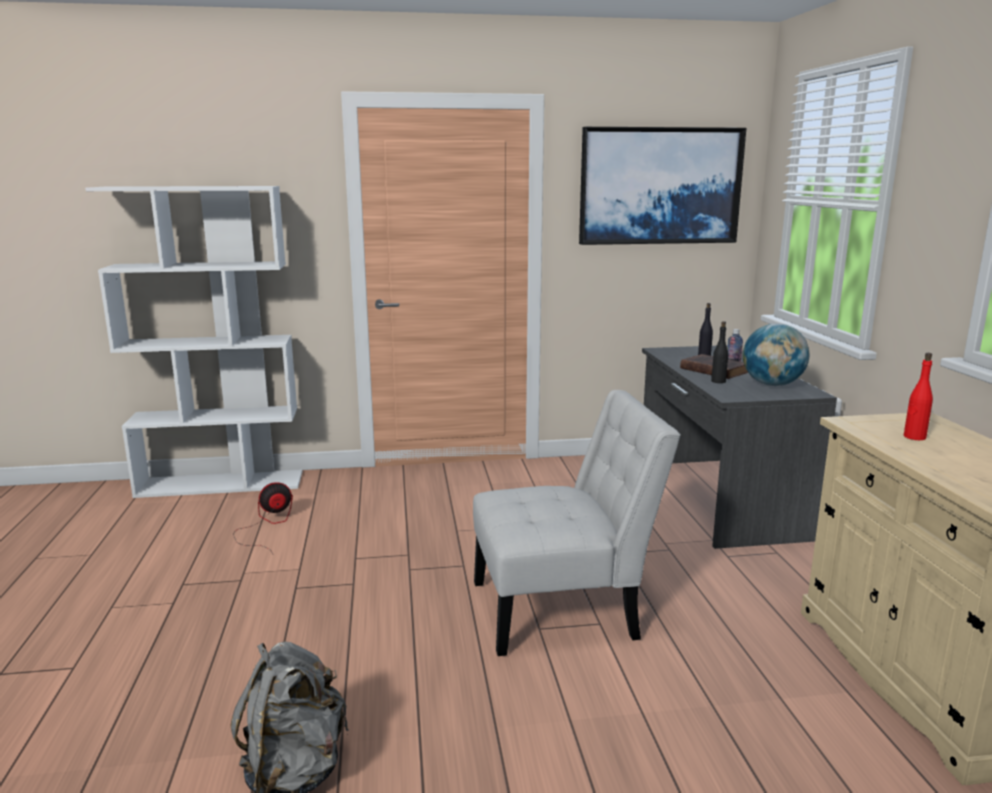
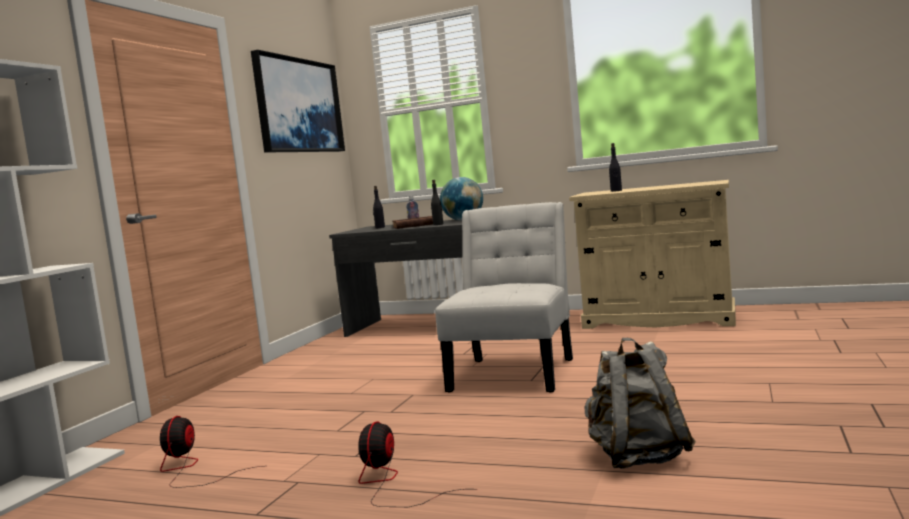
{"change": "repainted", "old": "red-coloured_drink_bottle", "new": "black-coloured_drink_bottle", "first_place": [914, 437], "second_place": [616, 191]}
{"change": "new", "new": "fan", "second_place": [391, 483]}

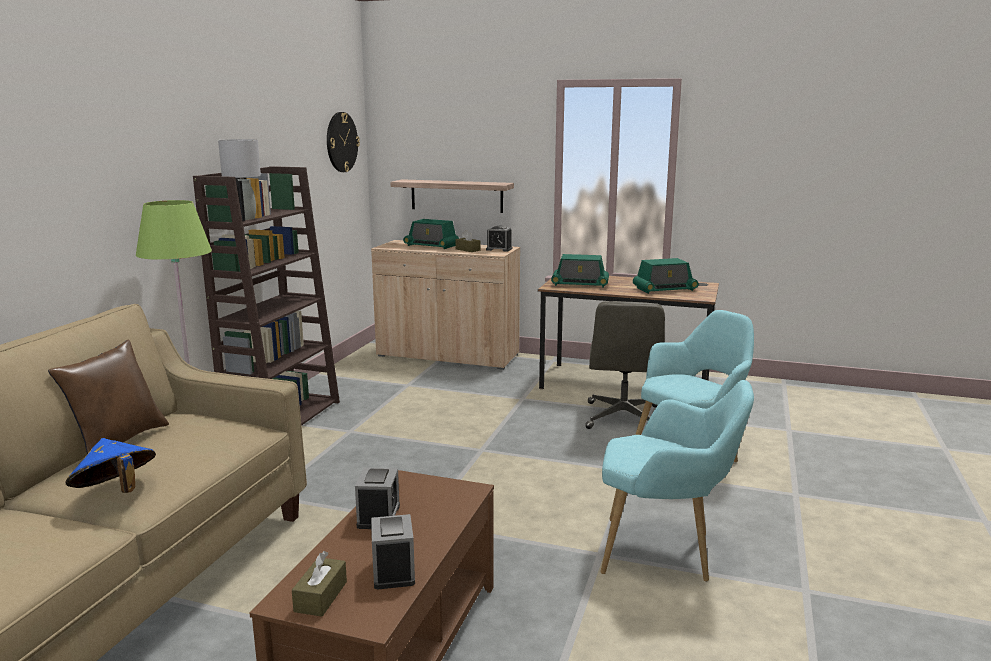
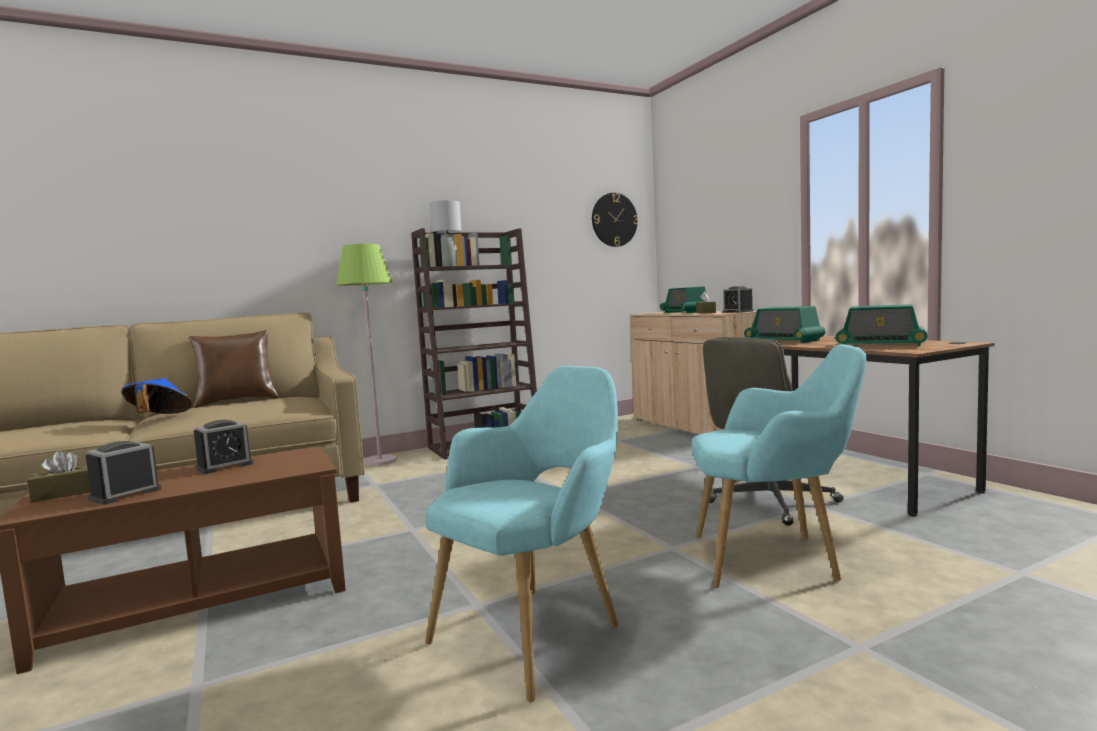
{"change": "gone", "old": "bracket_shelf", "first_place": [456, 196]}
{"change": "rotated", "old": "blue-green_lounge_chair", "first_place": [665, 552], "second_place": [537, 632], "degrees": -105}

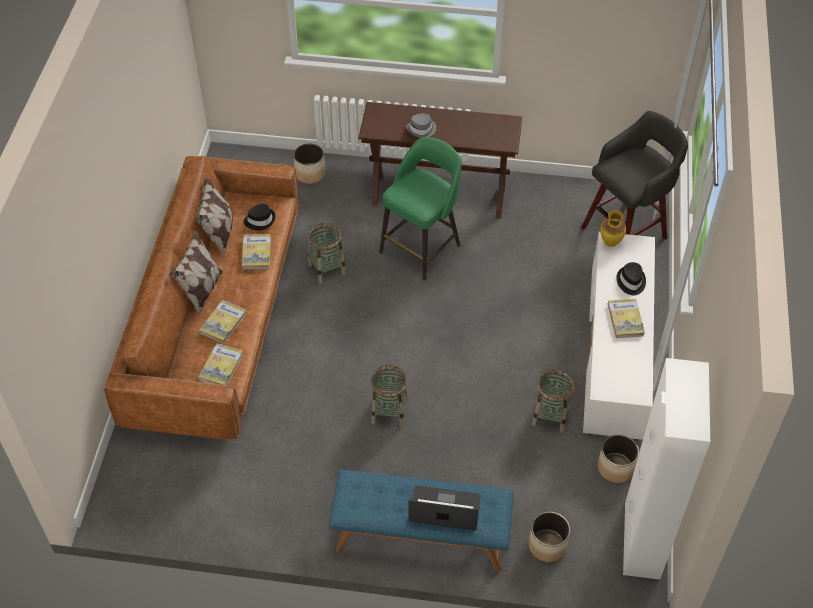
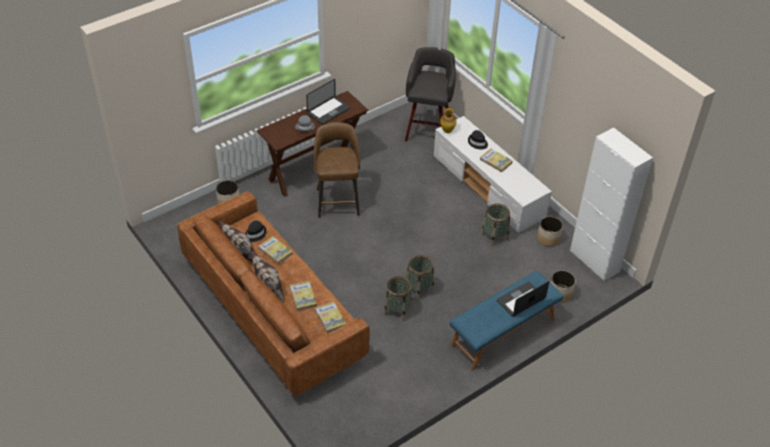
{"change": "shifted", "old": "storage_basket", "first_place": [327, 269], "second_place": [397, 310]}
{"change": "repainted", "old": "green_stool", "new": "brown-coloured_stool", "first_place": [422, 247], "second_place": [337, 201]}
{"change": "new", "new": "notebook_computer", "second_place": [328, 111]}

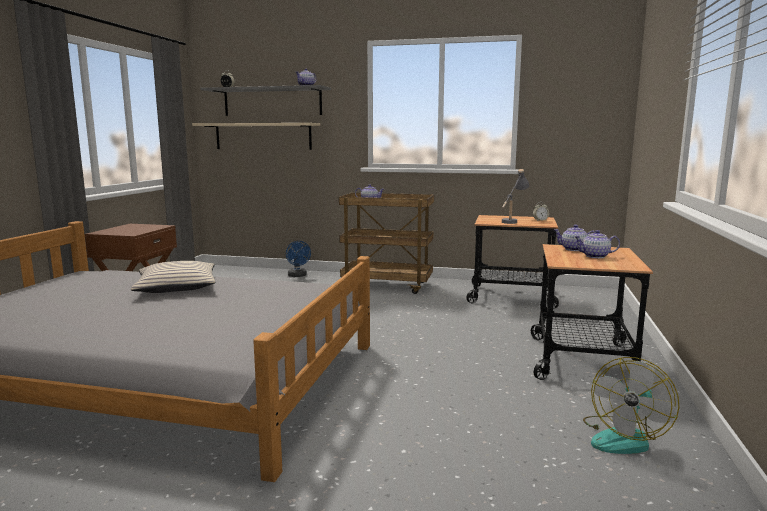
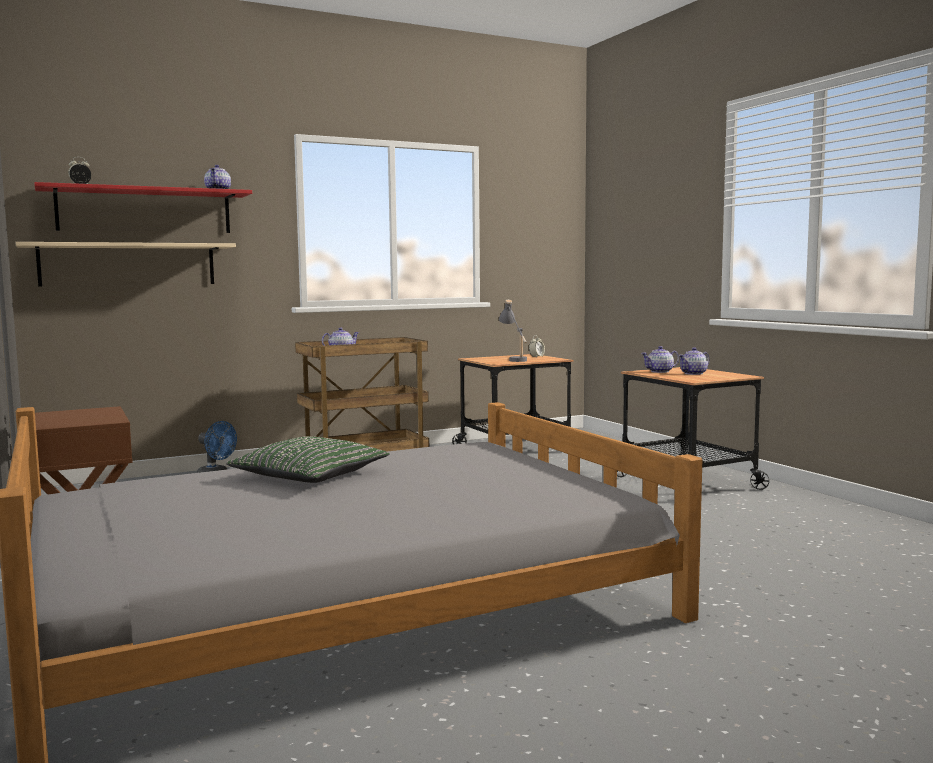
{"change": "repainted", "old": "sand-coloured_cushion", "new": "green_cushion", "first_place": [176, 287], "second_place": [310, 475]}
{"change": "repainted", "old": "gray_bracket_shelf", "new": "red-coloured_bracket_shelf", "first_place": [272, 102], "second_place": [145, 211]}
{"change": "gone", "old": "fan", "first_place": [624, 437]}

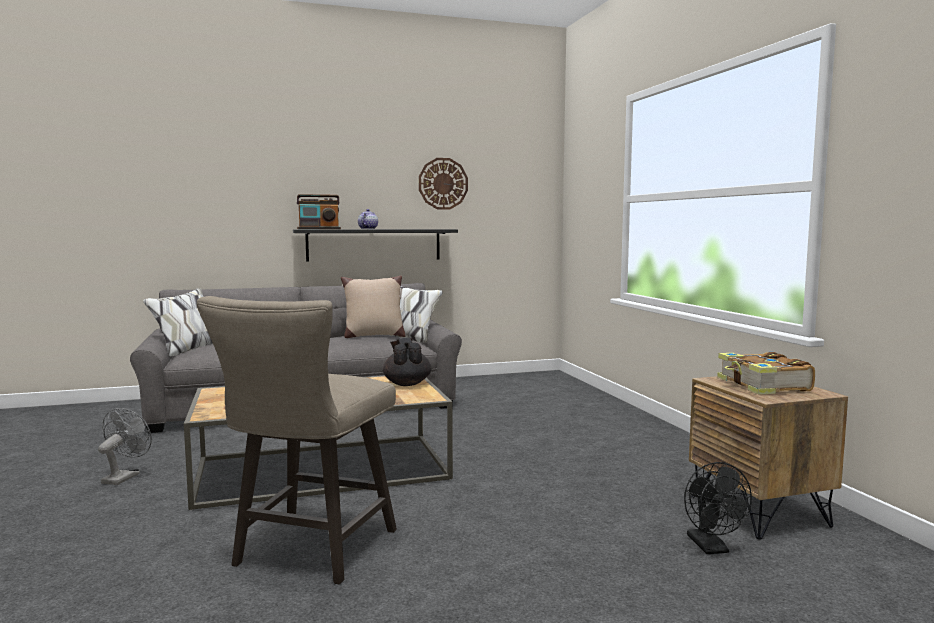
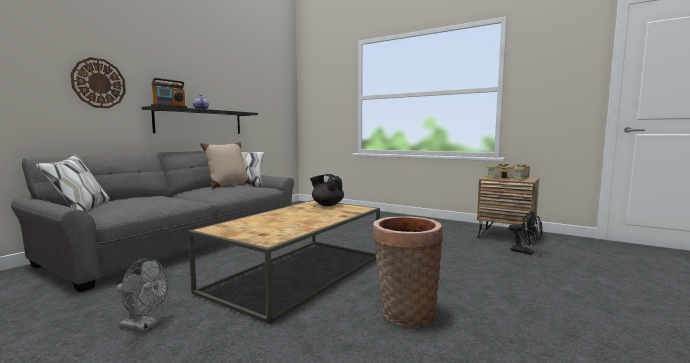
{"change": "rotated", "old": "gray_fan", "first_place": [124, 477], "second_place": [144, 326], "degrees": 135}
{"change": "swapped", "old": "sand-coloured_stool", "new": "storage_basket", "first_place": [309, 552], "second_place": [405, 314]}
{"change": "shifted", "old": "hanging_clock", "first_place": [443, 183], "second_place": [99, 83]}

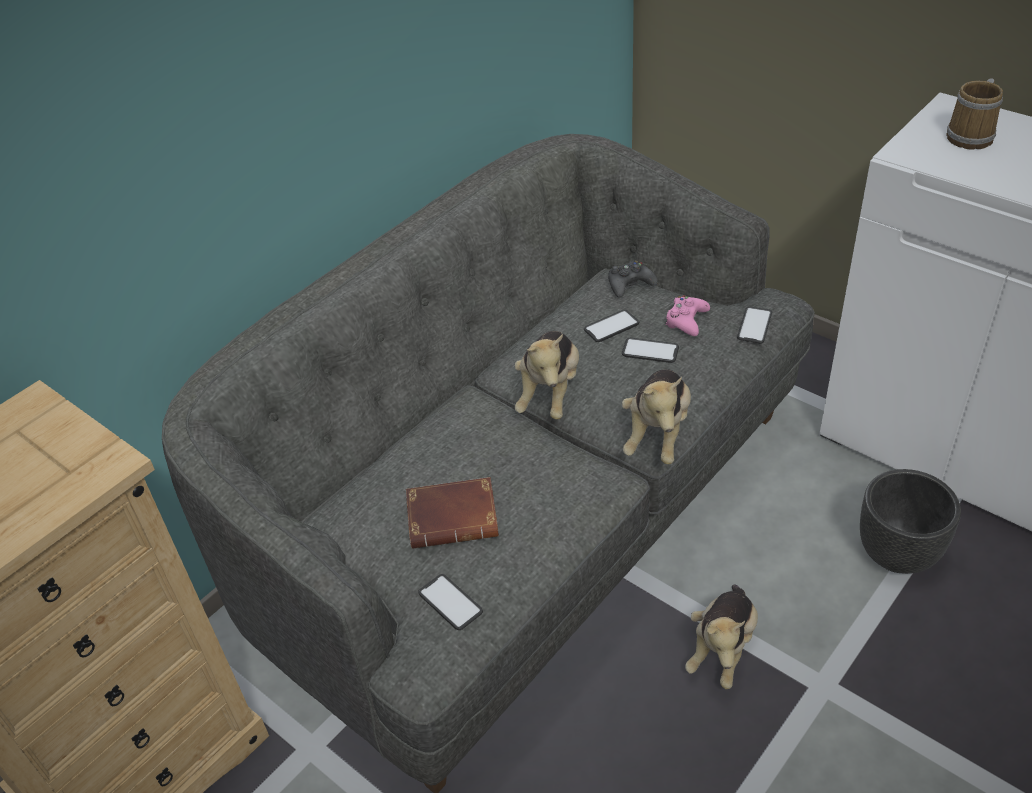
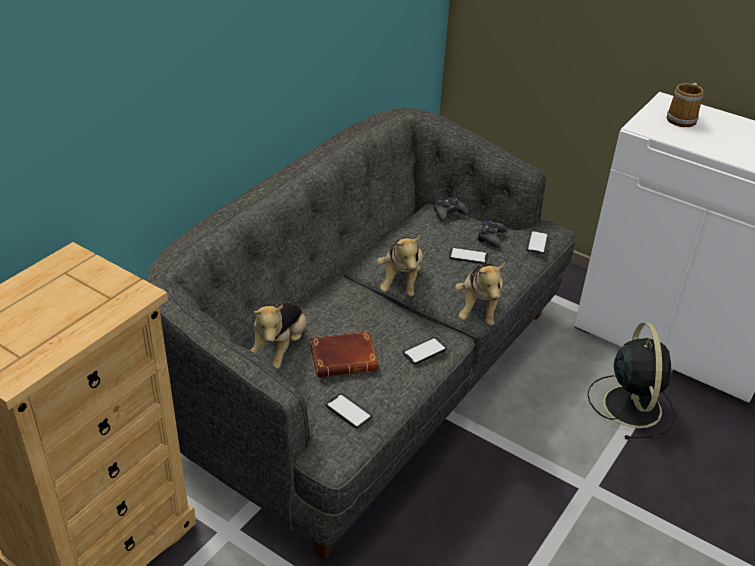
{"change": "shifted", "old": "handset", "first_place": [611, 327], "second_place": [424, 351]}
{"change": "repainted", "old": "pink_joypad", "new": "black-coloured_joypad", "first_place": [686, 321], "second_place": [491, 238]}
{"change": "shifted", "old": "soft_toy", "first_place": [722, 648], "second_place": [280, 348]}
{"change": "swapped", "old": "black-coloured_flower_pot", "new": "black-coloured_fan", "first_place": [896, 555], "second_place": [631, 404]}

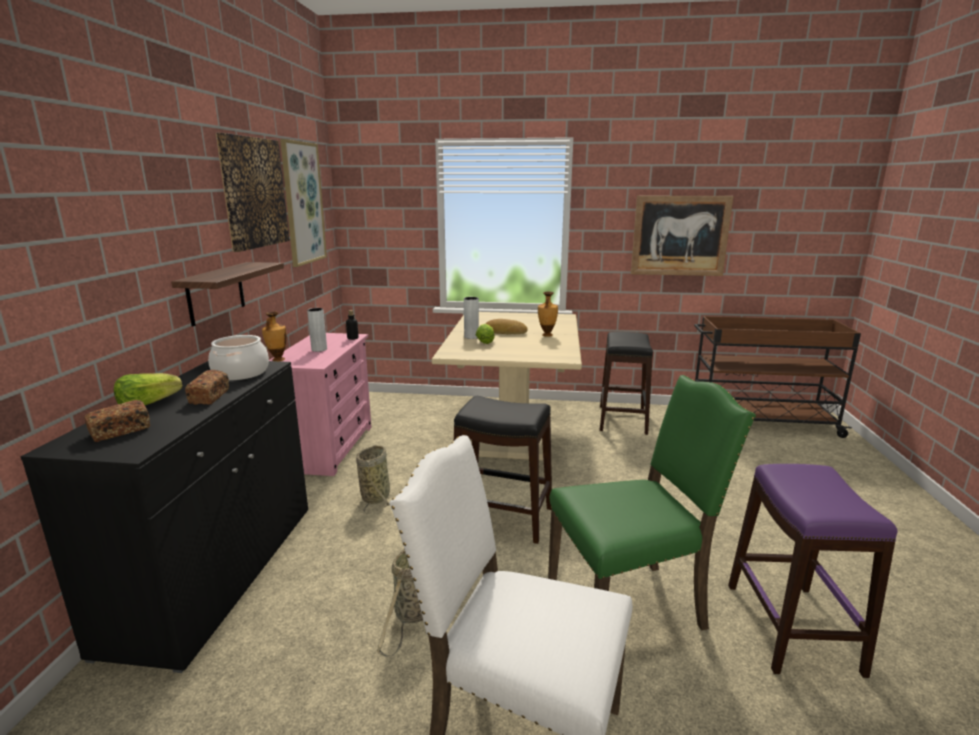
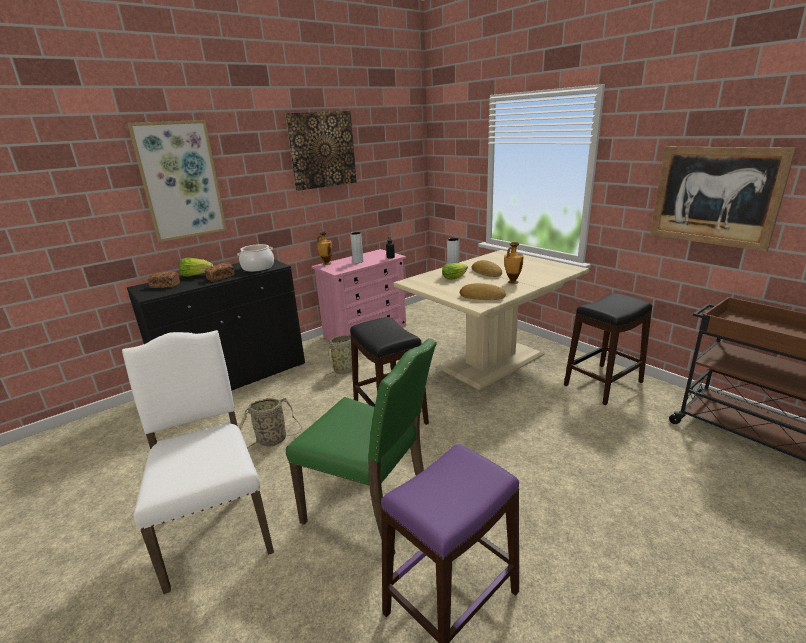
{"change": "gone", "old": "bracket_shelf", "first_place": [216, 293]}
{"change": "shifted", "old": "wall_picture", "first_place": [303, 203], "second_place": [180, 181]}
{"change": "new", "new": "bread", "second_place": [482, 296]}

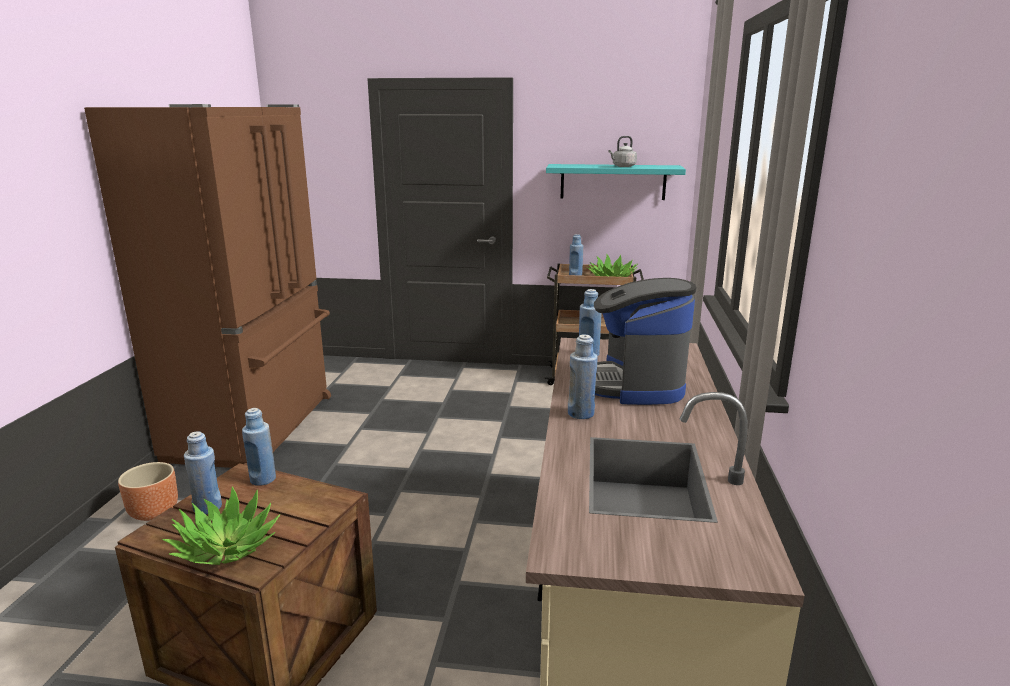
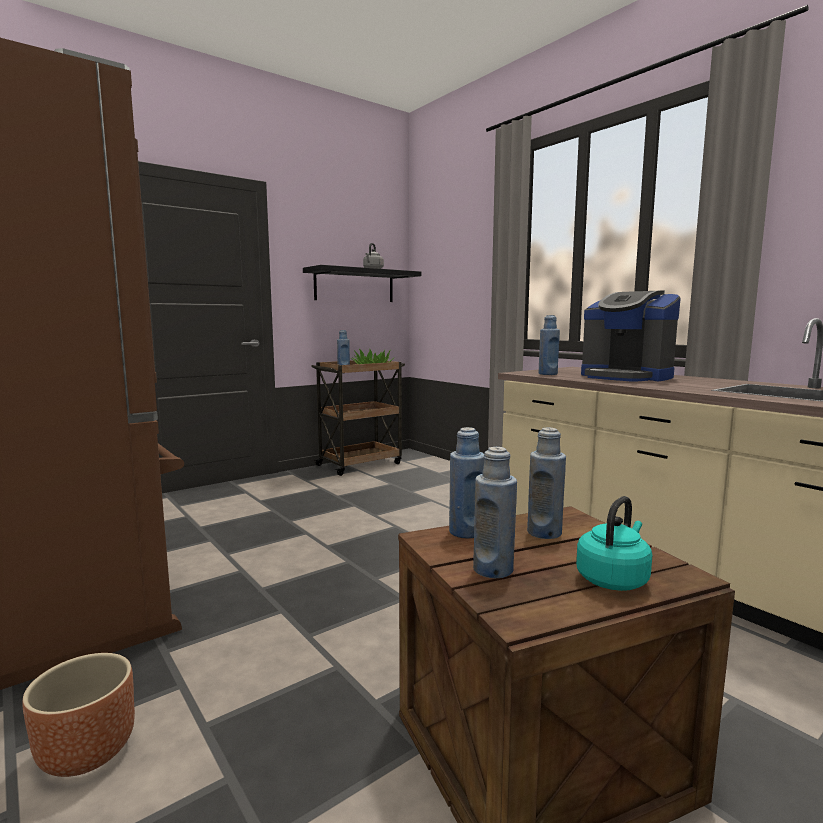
{"change": "swapped", "old": "potted_plant", "new": "blue-green_water_kettle", "first_place": [227, 547], "second_place": [613, 579]}
{"change": "repainted", "old": "blue-green_bracket_shelf", "new": "black-coloured_bracket_shelf", "first_place": [613, 182], "second_place": [354, 286]}
{"change": "shifted", "old": "blue-coloured_drink_bottle", "first_place": [581, 414], "second_place": [544, 532]}

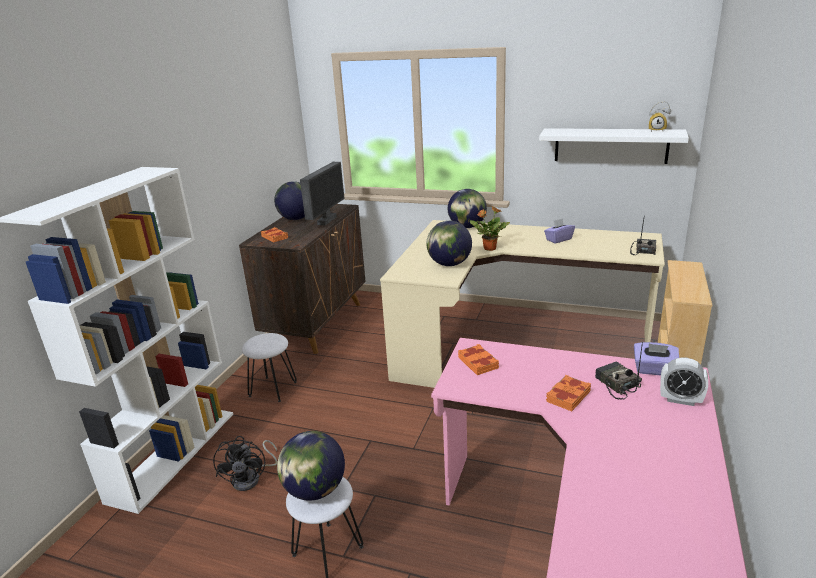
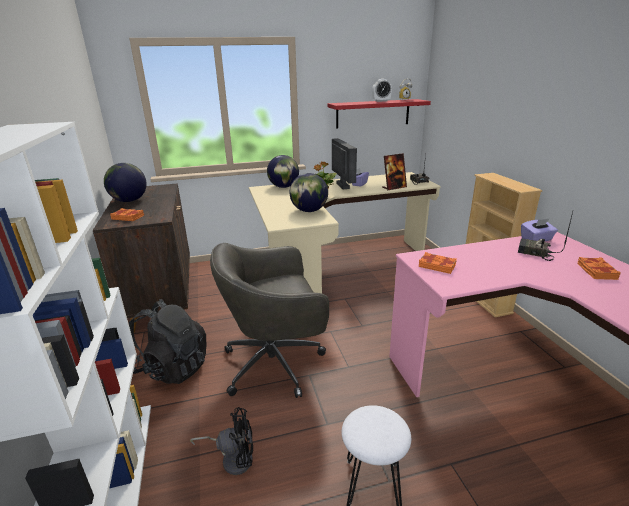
{"change": "rotated", "old": "black-coloured_fan", "first_place": [251, 478], "second_place": [233, 458], "degrees": -60}
{"change": "swapped", "old": "white-coloured_stool", "new": "black-coloured_backpack", "first_place": [273, 388], "second_place": [172, 367]}
{"change": "gone", "old": "globe", "first_place": [314, 490]}
{"change": "shifted", "old": "computer_screen", "first_place": [326, 220], "second_place": [342, 186]}
{"change": "repainted", "old": "white-coloured_bracket_shelf", "new": "red-coloured_bracket_shelf", "first_place": [610, 145], "second_place": [373, 113]}
{"change": "shifted", "old": "orangey_volume", "first_place": [567, 396], "second_place": [596, 271]}
{"change": "shifted", "old": "table_clock", "first_place": [680, 400], "second_place": [381, 101]}
{"change": "new", "new": "gray_computer_chair", "second_place": [276, 363]}
{"change": "new", "new": "photo_frame", "second_place": [394, 187]}

